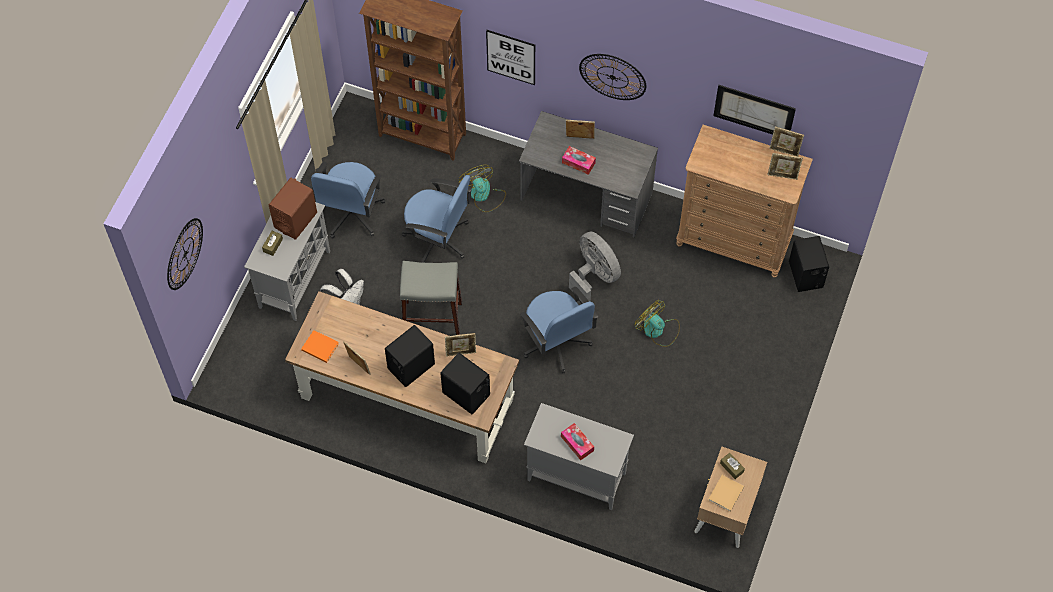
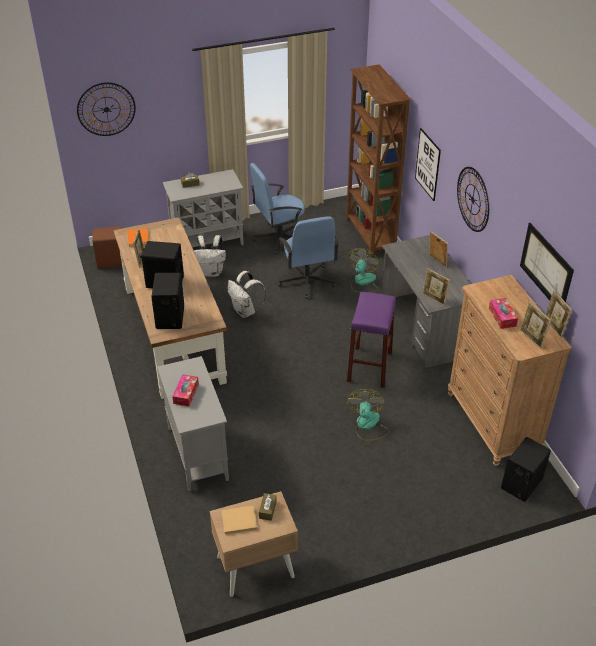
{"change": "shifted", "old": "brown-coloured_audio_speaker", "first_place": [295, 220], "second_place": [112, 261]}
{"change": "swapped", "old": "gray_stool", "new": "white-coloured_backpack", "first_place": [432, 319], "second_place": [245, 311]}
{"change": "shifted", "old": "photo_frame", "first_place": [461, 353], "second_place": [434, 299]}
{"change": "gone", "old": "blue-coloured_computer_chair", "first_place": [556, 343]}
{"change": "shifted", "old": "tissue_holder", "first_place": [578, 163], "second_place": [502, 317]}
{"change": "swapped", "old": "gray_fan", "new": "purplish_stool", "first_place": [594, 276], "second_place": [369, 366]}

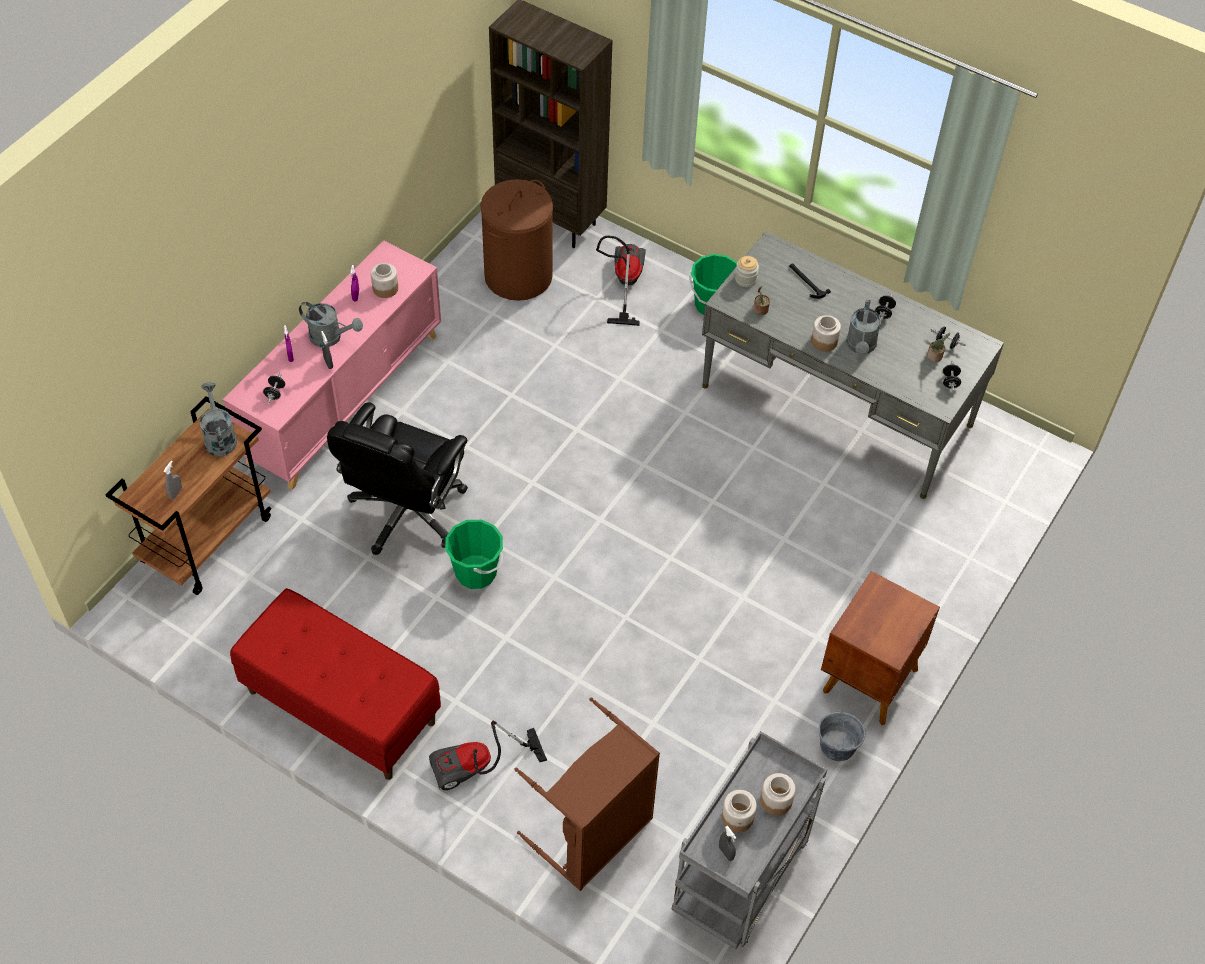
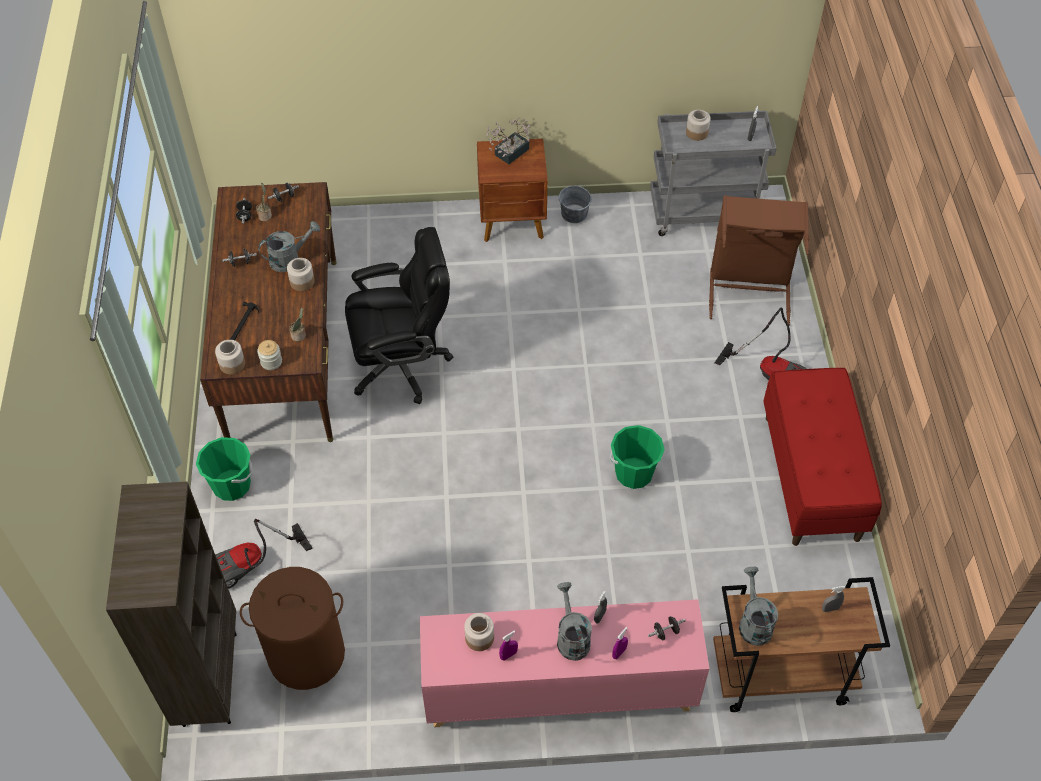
{"change": "rotated", "old": "gray_sprinkling_can", "first_place": [219, 437], "second_place": [753, 622], "degrees": 135}
{"change": "shifted", "old": "black-coloured_computer_chair", "first_place": [406, 513], "second_place": [402, 364]}
{"change": "repainted", "old": "gray_desk", "new": "brown-coloured_desk", "first_place": [836, 405], "second_place": [284, 349]}
{"change": "shifted", "old": "preserve_jar", "first_place": [738, 817], "second_place": [232, 364]}
{"change": "new", "new": "potted_plant", "second_place": [508, 154]}

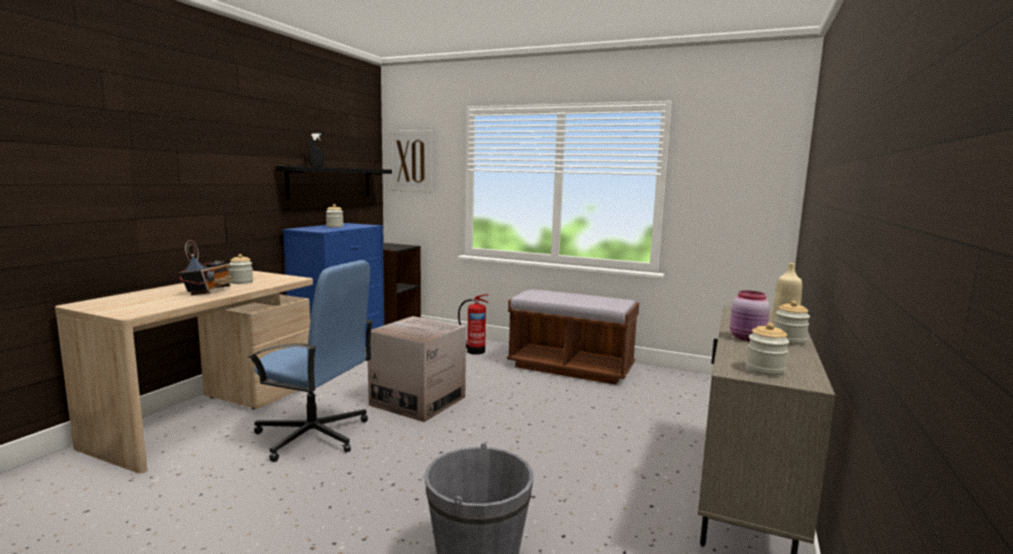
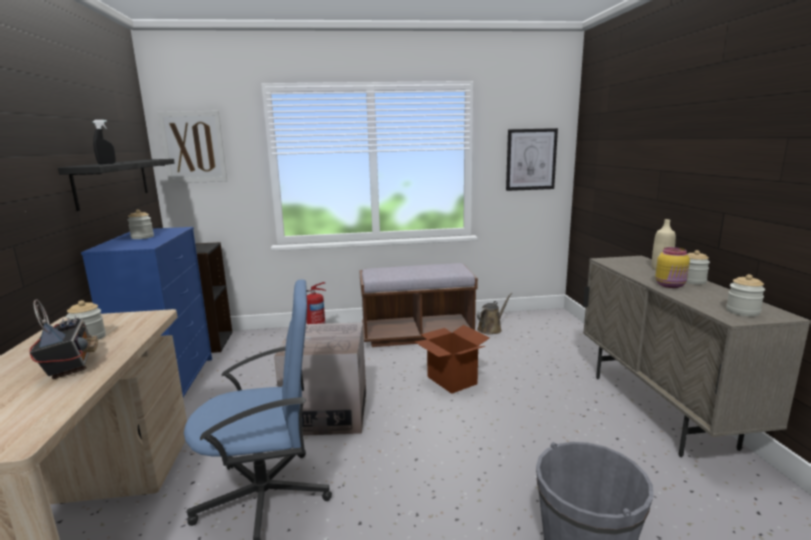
{"change": "repainted", "old": "pink_preserve_jar", "new": "yellow-coloured_preserve_jar", "first_place": [747, 338], "second_place": [670, 285]}
{"change": "new", "new": "carton", "second_place": [451, 380]}
{"change": "new", "new": "brown-coloured_sprinkling_can", "second_place": [491, 329]}
{"change": "new", "new": "wall_picture", "second_place": [531, 159]}

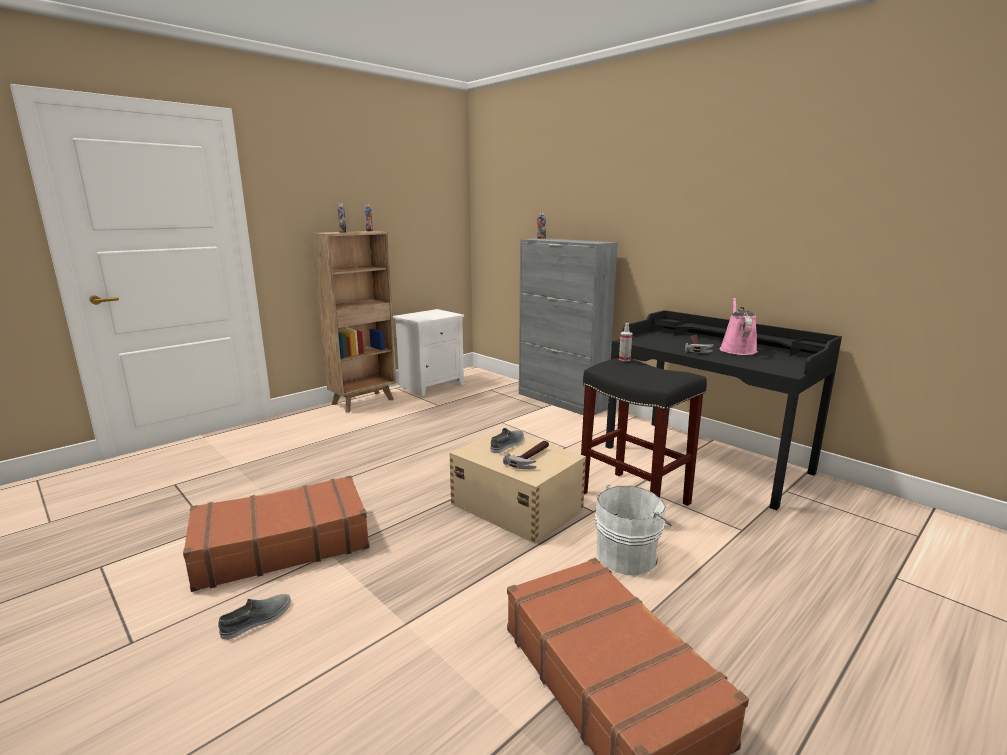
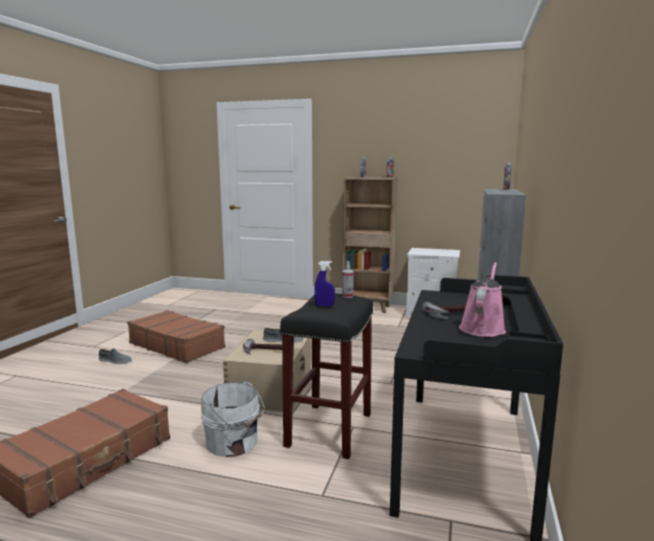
{"change": "rotated", "old": "pink_sprinkling_can", "first_place": [737, 349], "second_place": [482, 328], "degrees": -45}
{"change": "new", "new": "blue-coloured_hand_sprayer", "second_place": [324, 306]}

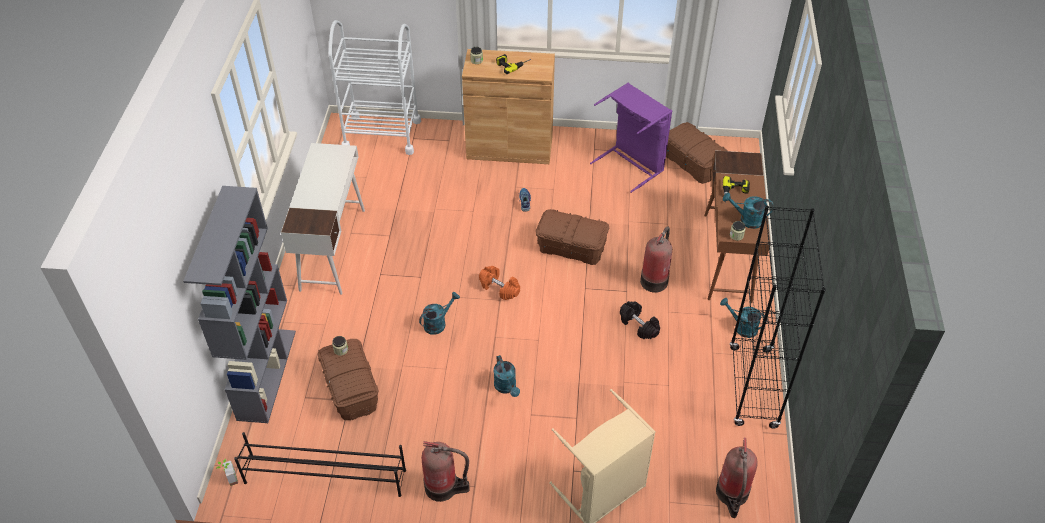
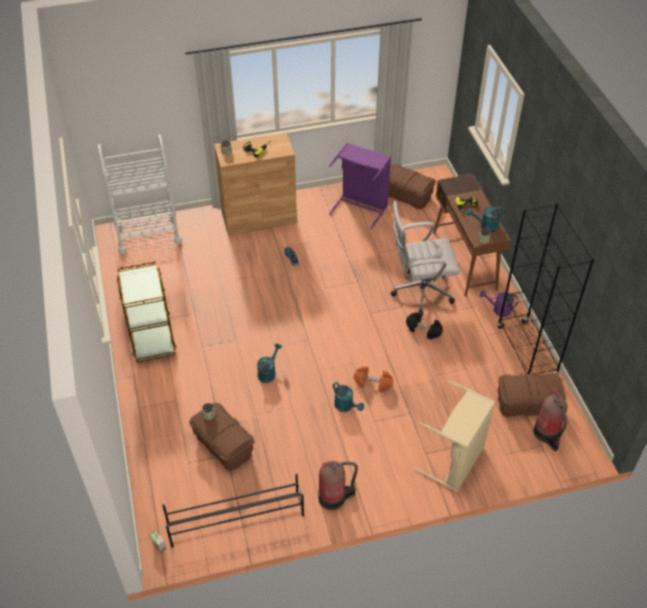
{"change": "gone", "old": "gray_shelving_unit", "first_place": [266, 374]}
{"change": "swapped", "old": "white-coloured_desk", "new": "brown-coloured_wheeled_cart", "first_place": [333, 248], "second_place": [152, 337]}
{"change": "shifted", "old": "orangey_hand_weight", "first_place": [499, 288], "second_place": [372, 383]}
{"change": "shifted", "old": "brown-coloured_storage_container", "first_place": [571, 247], "second_place": [527, 403]}
{"change": "swapped", "old": "extinguisher", "new": "white-coloured_computer_chair", "first_place": [655, 280], "second_place": [419, 292]}
{"change": "repainted", "old": "blue-green_sprinkling_can", "new": "purplish_sprinkling_can", "first_place": [742, 327], "second_place": [498, 310]}

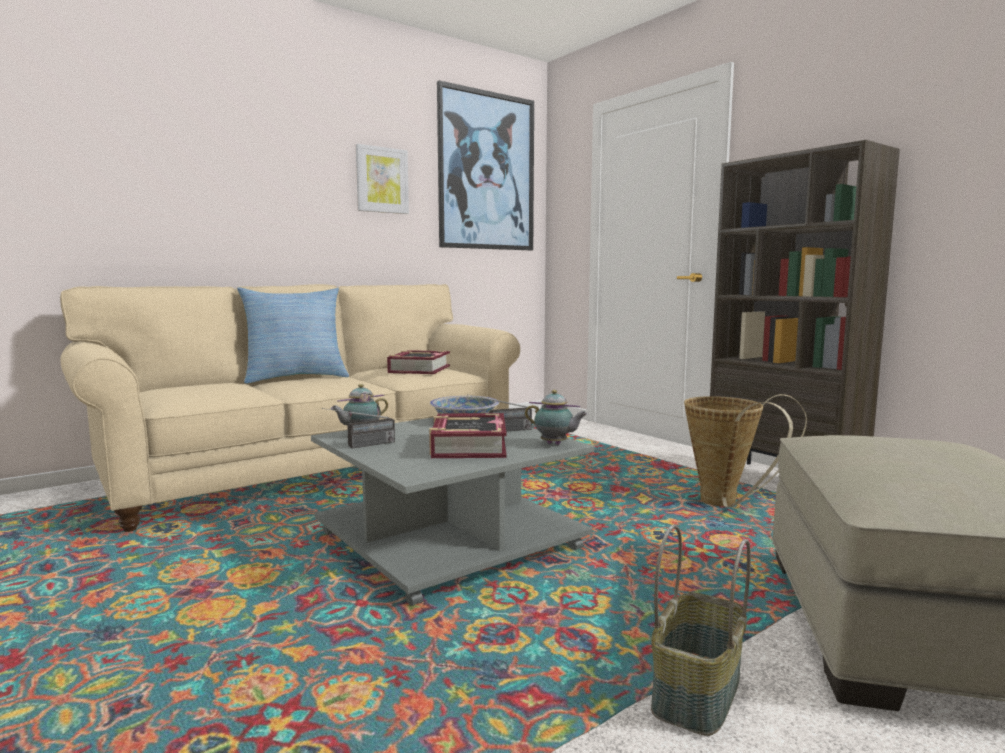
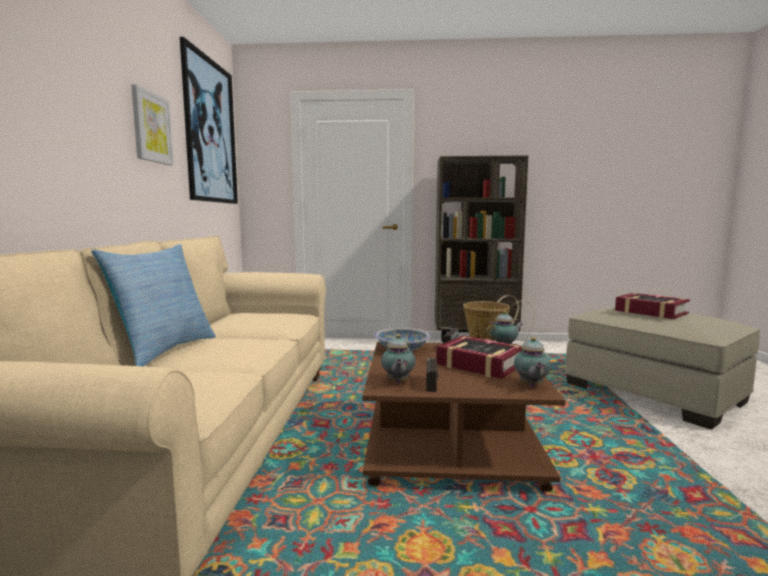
{"change": "repainted", "old": "gray_coffee_table", "new": "brown-coloured_coffee_table", "first_place": [450, 540], "second_place": [449, 444]}
{"change": "shifted", "old": "volume", "first_place": [419, 369], "second_place": [650, 312]}
{"change": "gone", "old": "storage_basket", "first_place": [698, 693]}
{"change": "new", "new": "pot_for_tea", "second_place": [531, 385]}

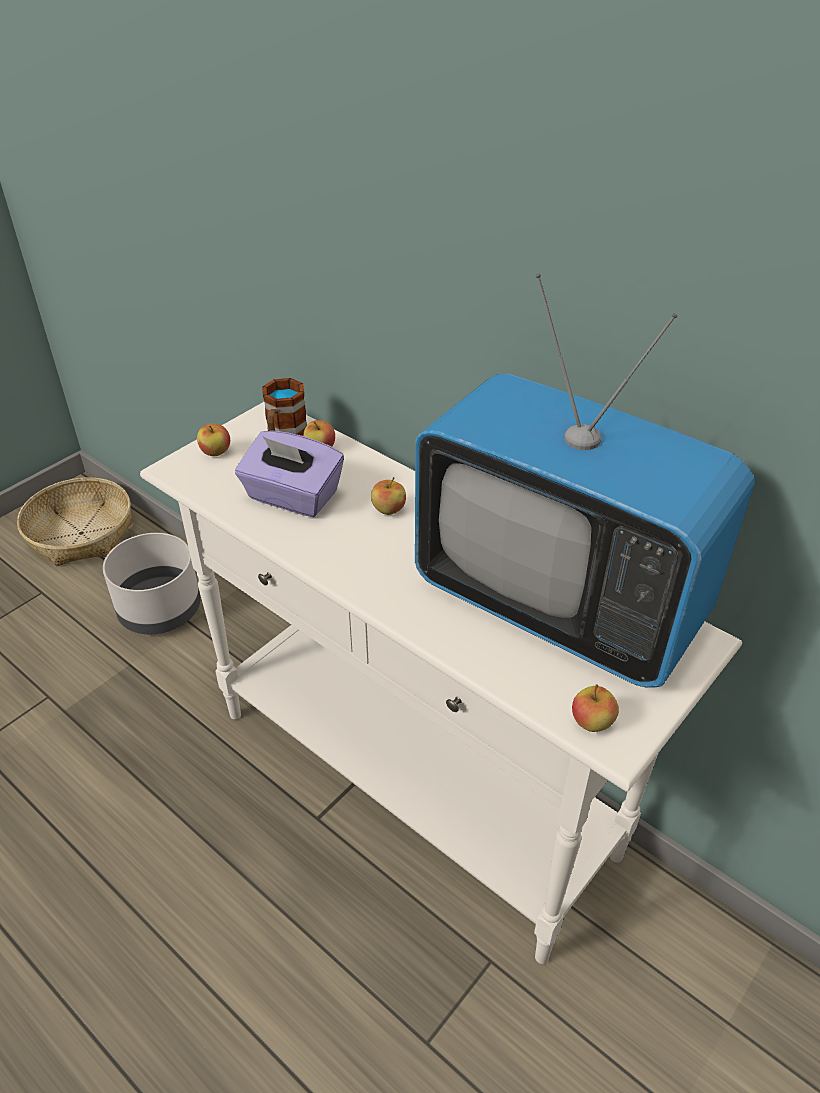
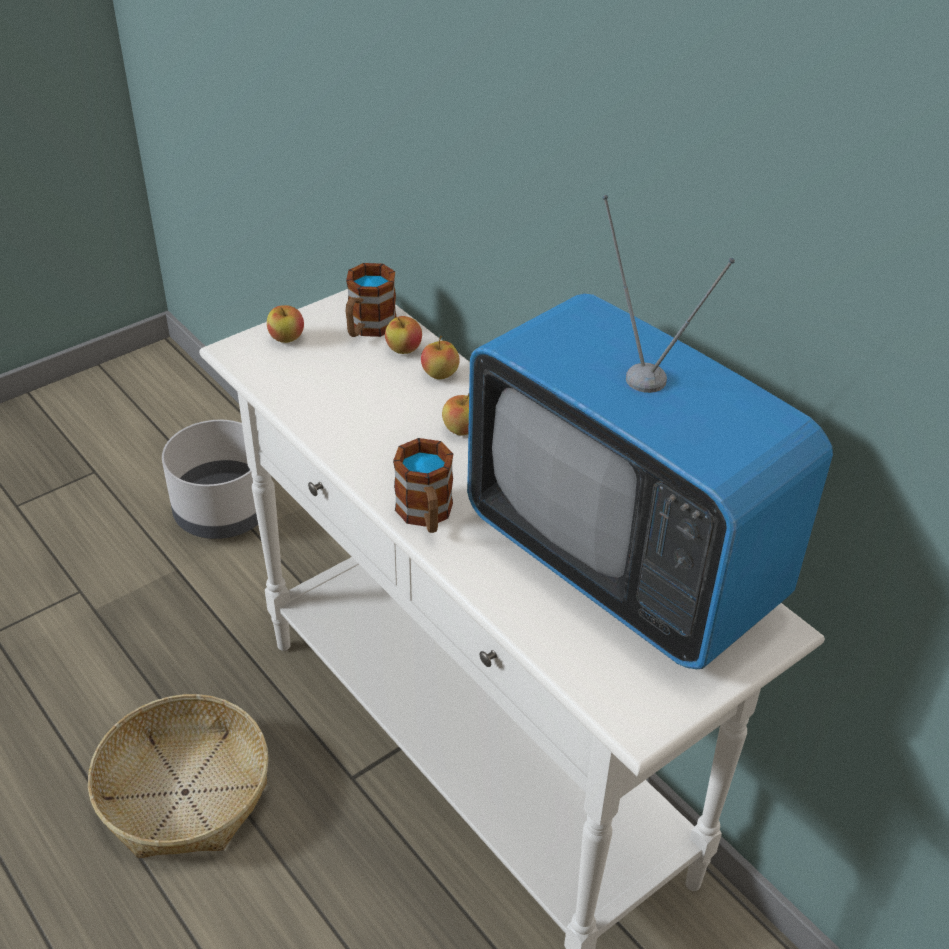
{"change": "shifted", "old": "storage_basket", "first_place": [81, 534], "second_place": [184, 793]}
{"change": "gone", "old": "purplish_tissue_holder", "first_place": [292, 497]}
{"change": "shifted", "old": "apple", "first_place": [591, 722], "second_place": [440, 374]}
{"change": "new", "new": "tea_mug", "second_place": [426, 515]}

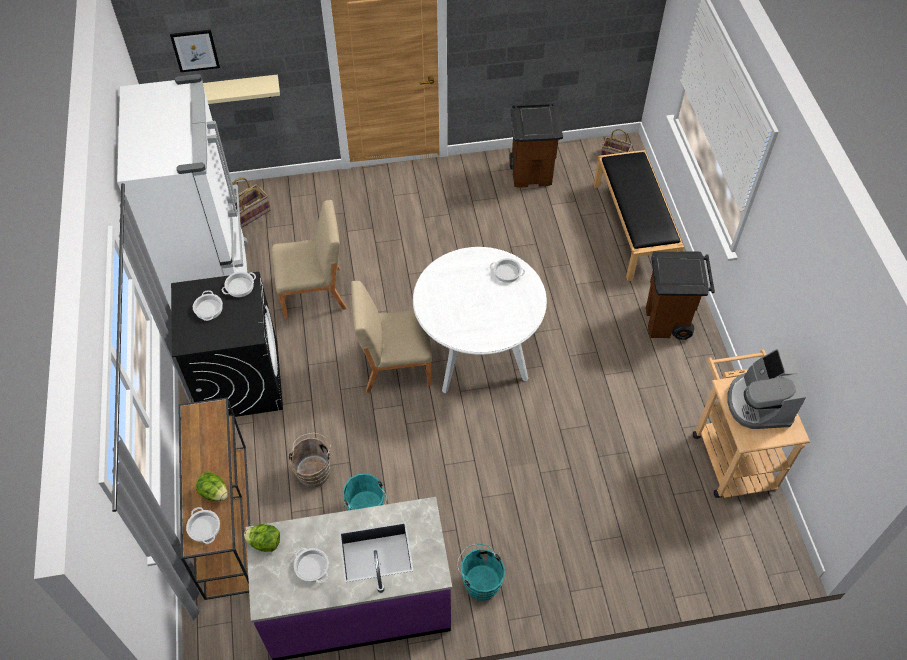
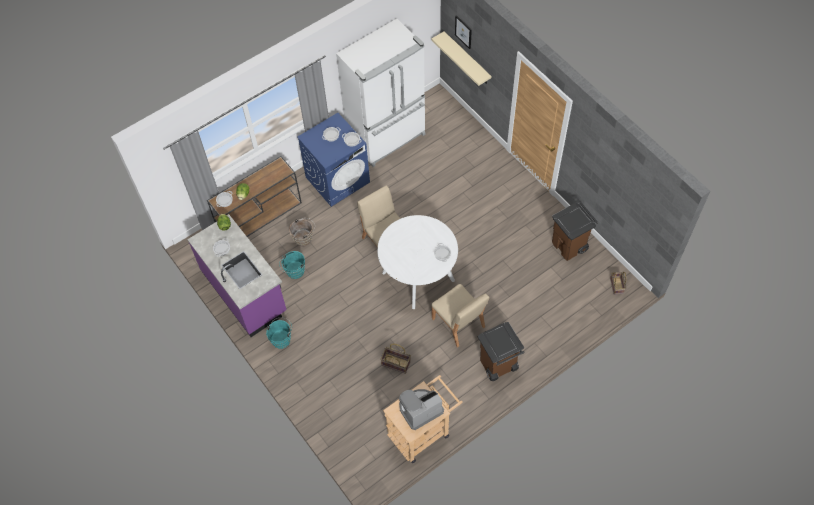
{"change": "repainted", "old": "black-coloured_laundry_machine", "new": "blue-coloured_laundry_machine", "first_place": [240, 379], "second_place": [338, 179]}
{"change": "shifted", "old": "storage_basket", "first_place": [250, 213], "second_place": [396, 363]}
{"change": "shifted", "old": "sand-coloured_plain_chair", "first_place": [314, 292], "second_place": [458, 323]}
{"change": "gone", "old": "black-coloured_indoor_bench", "first_place": [634, 228]}

